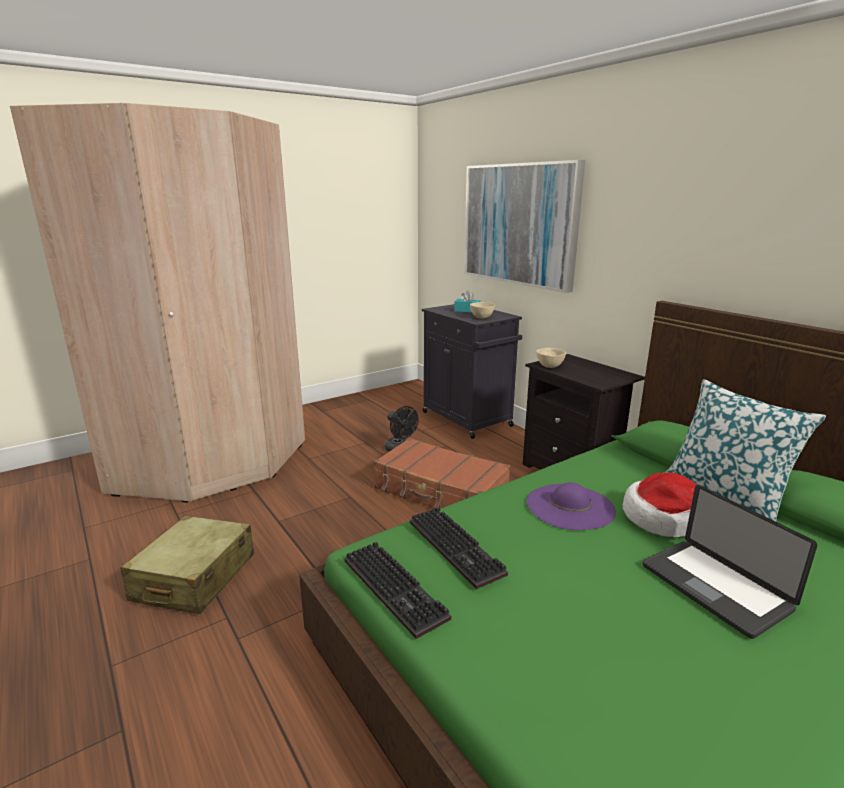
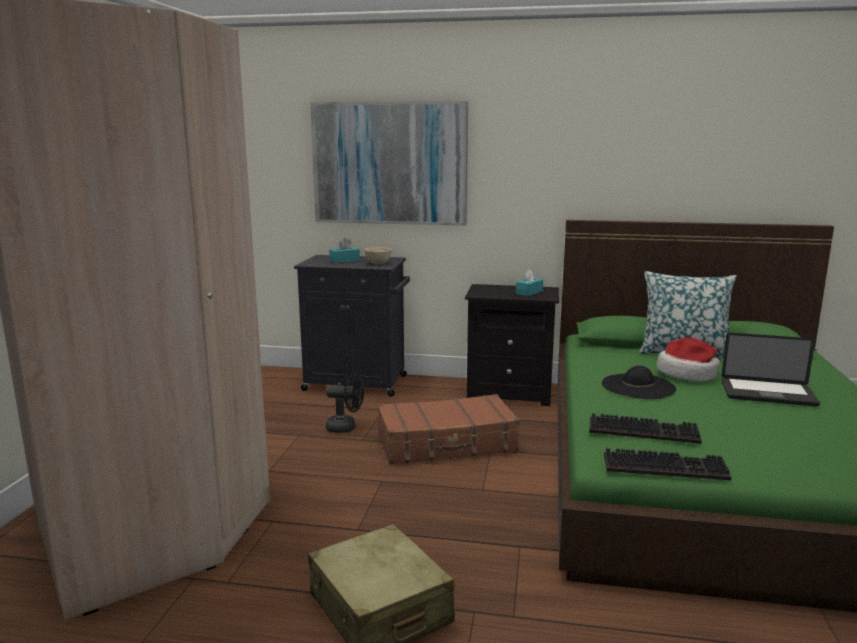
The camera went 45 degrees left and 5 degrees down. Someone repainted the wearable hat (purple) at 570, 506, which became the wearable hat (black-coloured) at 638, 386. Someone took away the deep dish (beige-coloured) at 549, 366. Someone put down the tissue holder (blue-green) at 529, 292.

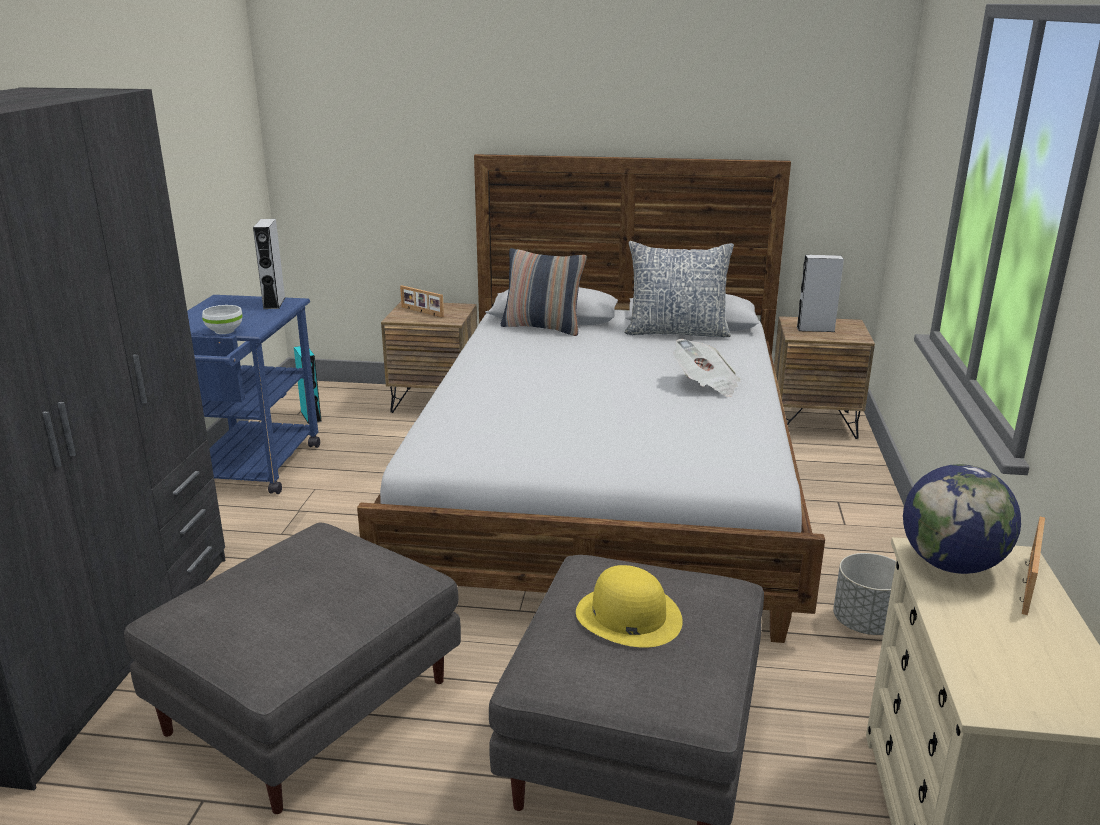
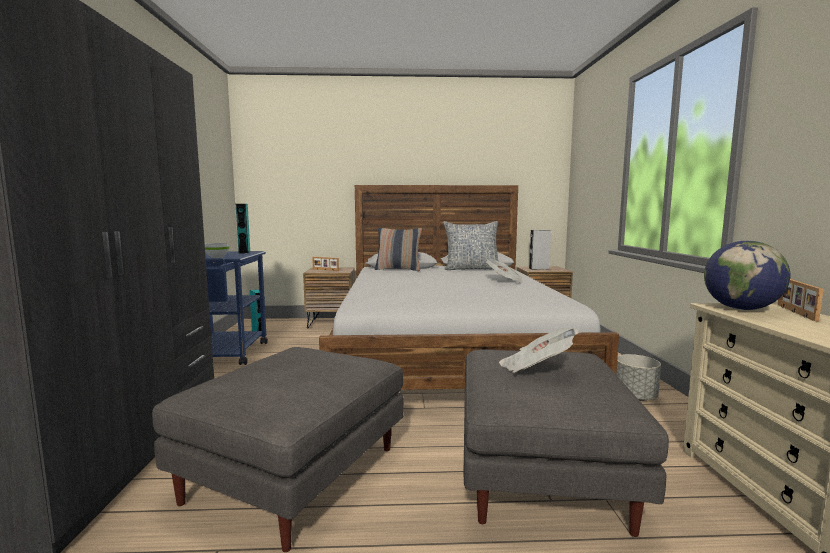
The camera went 10 degrees left and 15 degrees down. Someone repainted the speaker (greyish) at 274, 303, which became the speaker (blue-green) at 244, 252. Someone swapped the wearable hat (yellowish) at 628, 616 for the newspaper at 535, 368.

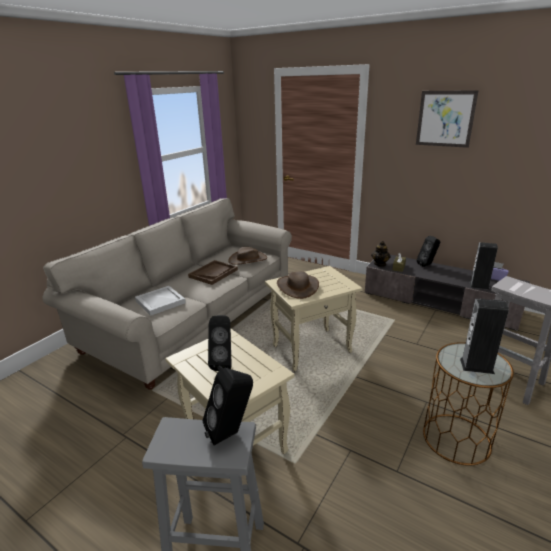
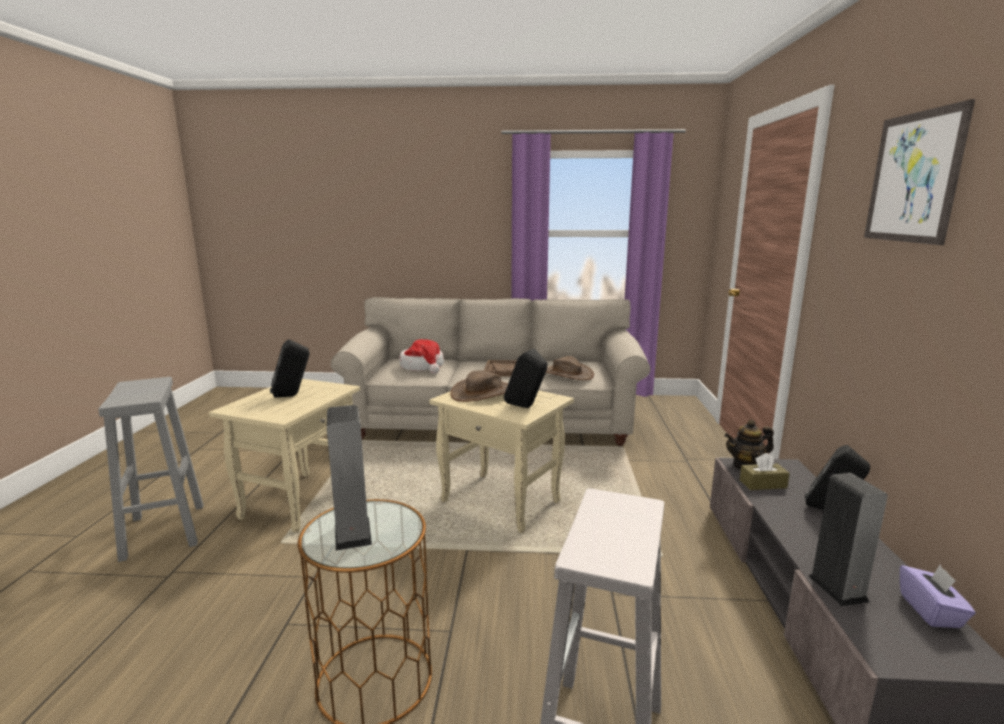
The camera went 60 degrees right and 10 degrees down. Someone swapped the serving tray (whitish) at 160, 301 for the wearable hat at 423, 367. Someone carried the speaker (black-coloured) from 231, 433 to 526, 407.

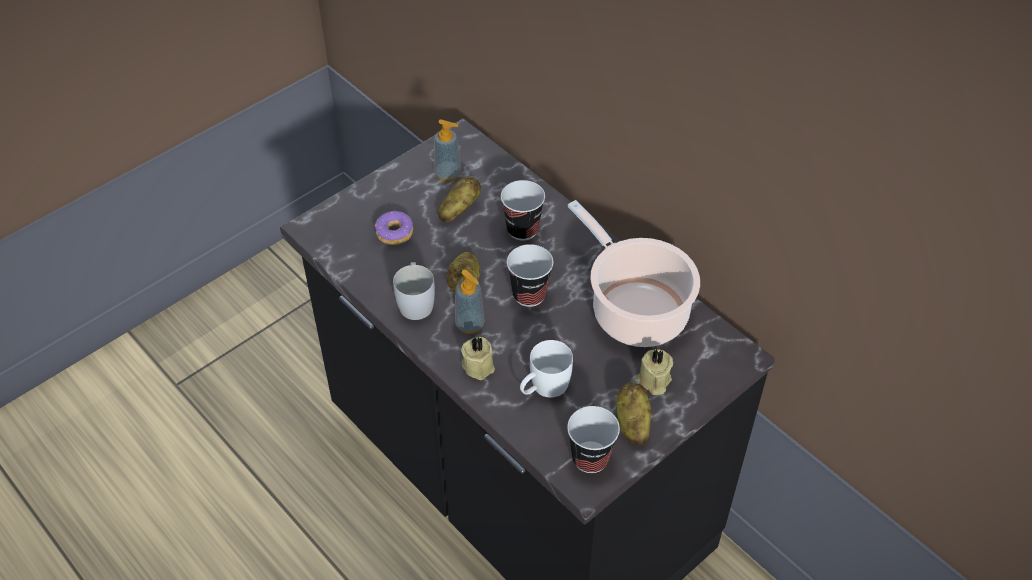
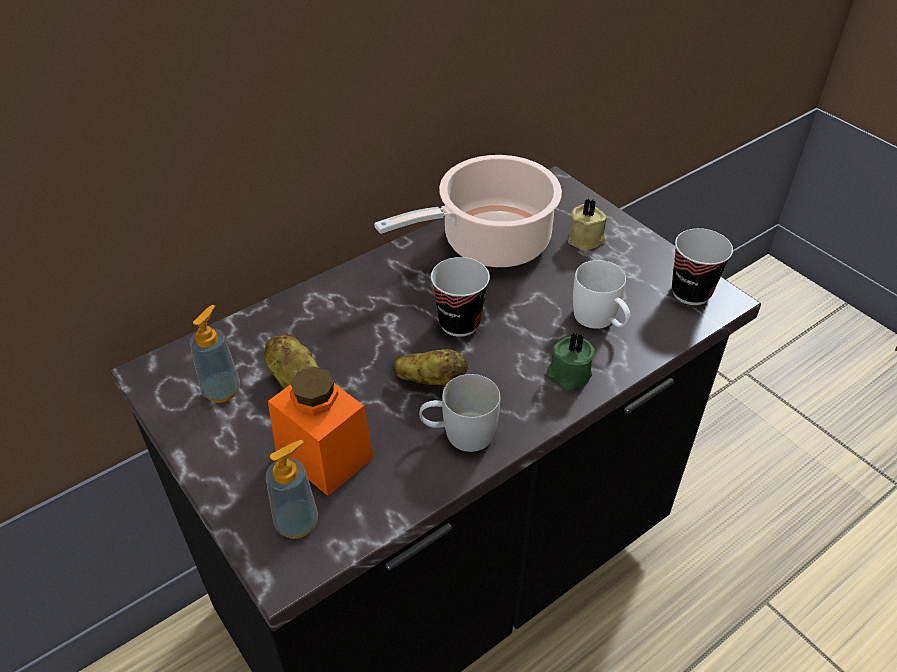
The camera went 85 degrees left and 5 degrees down. Someone swapped the donut at 395, 233 for the preserve jar (orange) at 324, 455. Someone carried the soap bottle from 470, 324 to 297, 523. Someone repainted the candle (beige-coloured) at 479, 365, which became the candle (green) at 568, 374. Someone took away the small cup at 522, 229. Someone took away the spud at 632, 423.

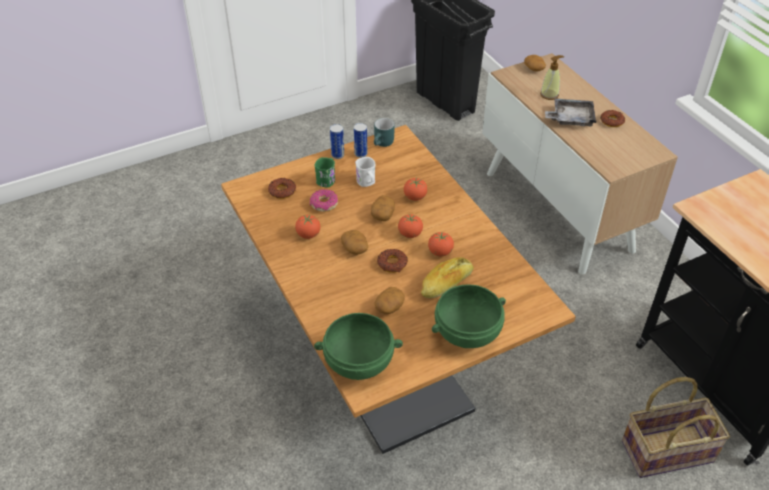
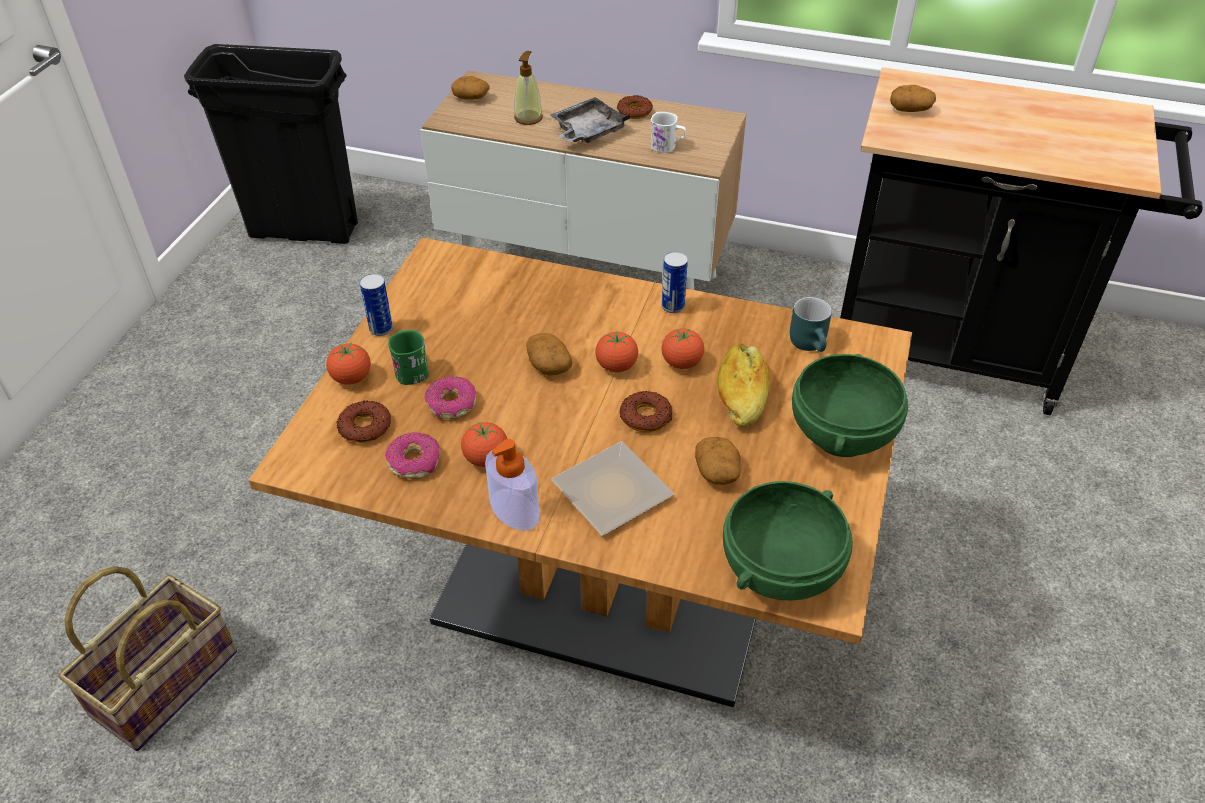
The camera went 45 degrees left and 0 degrees up. Someone carried the spud from 355, 248 to 910, 109. Someone carried the metal can from 361, 154 to 673, 306. Someone carried the coffee mug (whitish) from 367, 183 to 667, 147. Someone carried the coffee mug (blue-green) from 383, 144 to 811, 344. Someone carried the fresh tomato from 415, 197 to 351, 378. Someone carried the household basket from 667, 450 to 164, 681. Someone put down the donut at 414, 461. Someone put down the soap bottle at 514, 510. Someone put down the dinner plate at 613, 488.

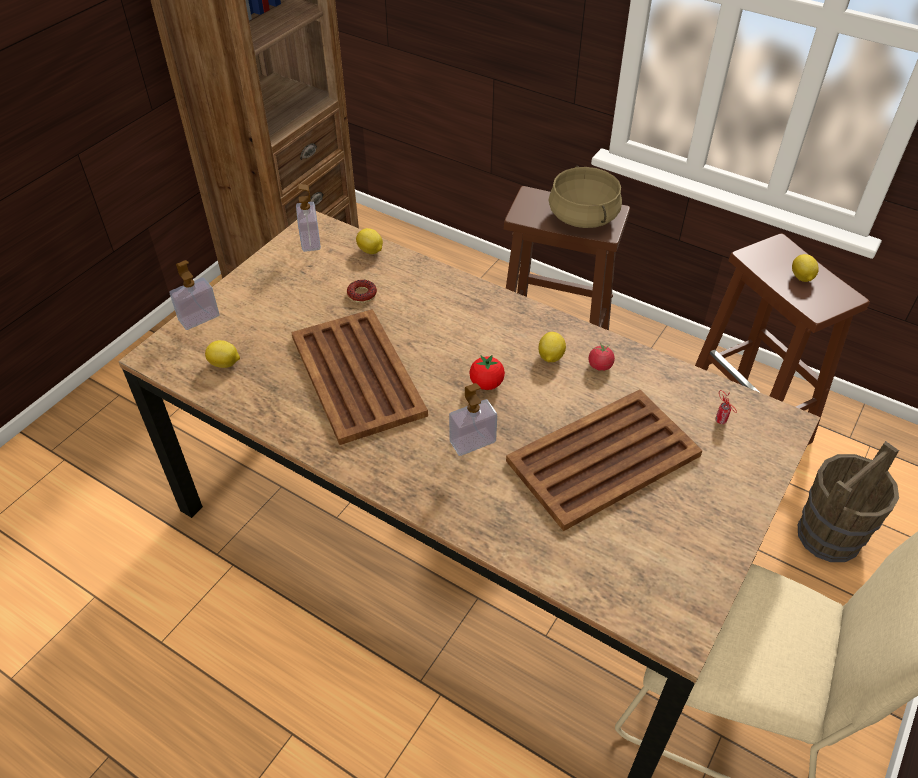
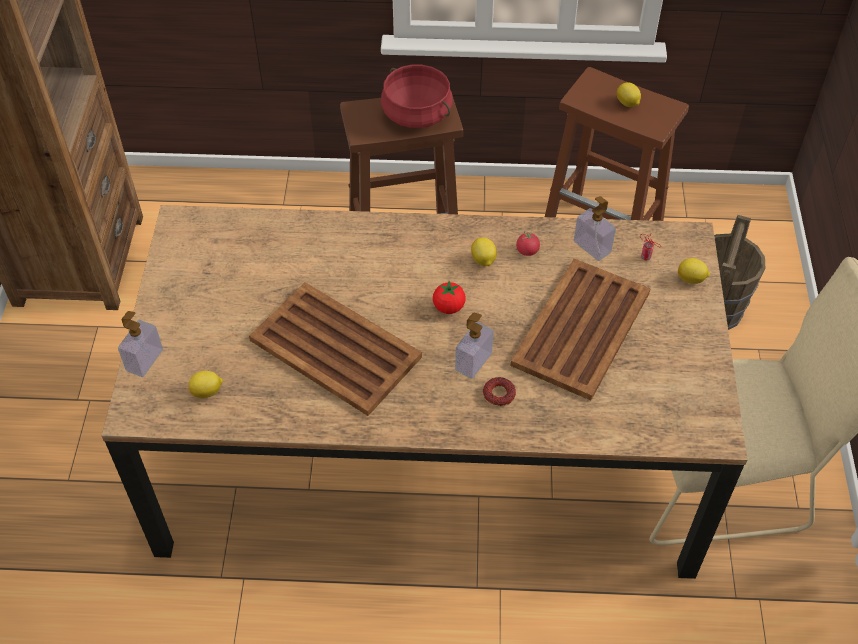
The camera went 30 degrees left and 5 degrees up. Someone carried the soap bottle from 310, 241 to 592, 247. Someone carried the donut from 362, 294 to 499, 394. Someone carried the citrus fruit from 370, 251 to 691, 279. Someone repainted the saucepot (beige-coloured) at 583, 217, which became the saucepot (red-coloured) at 417, 114.

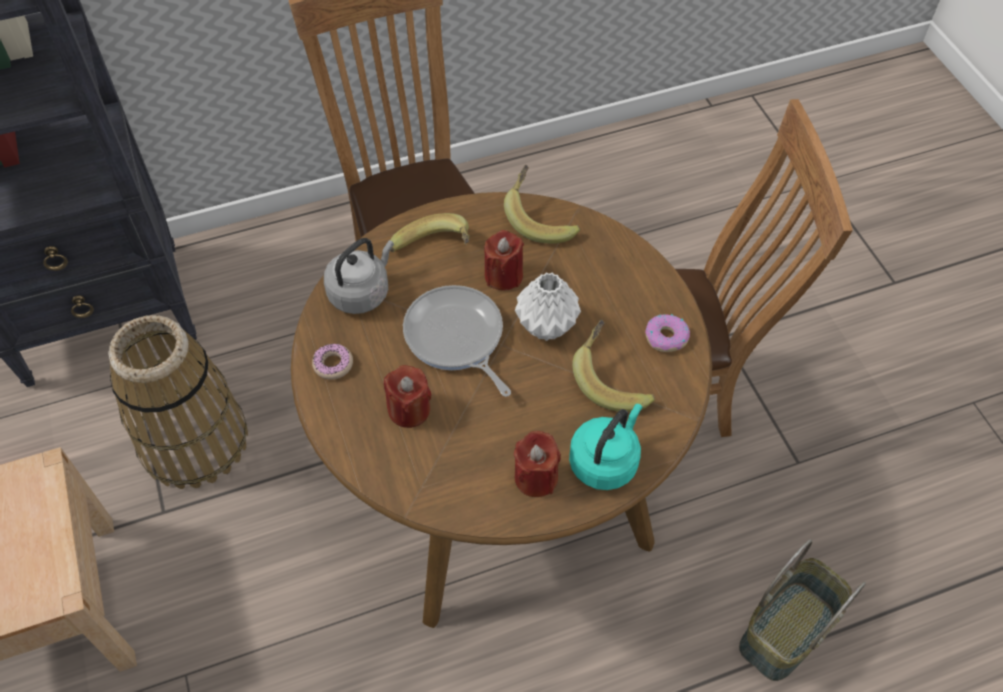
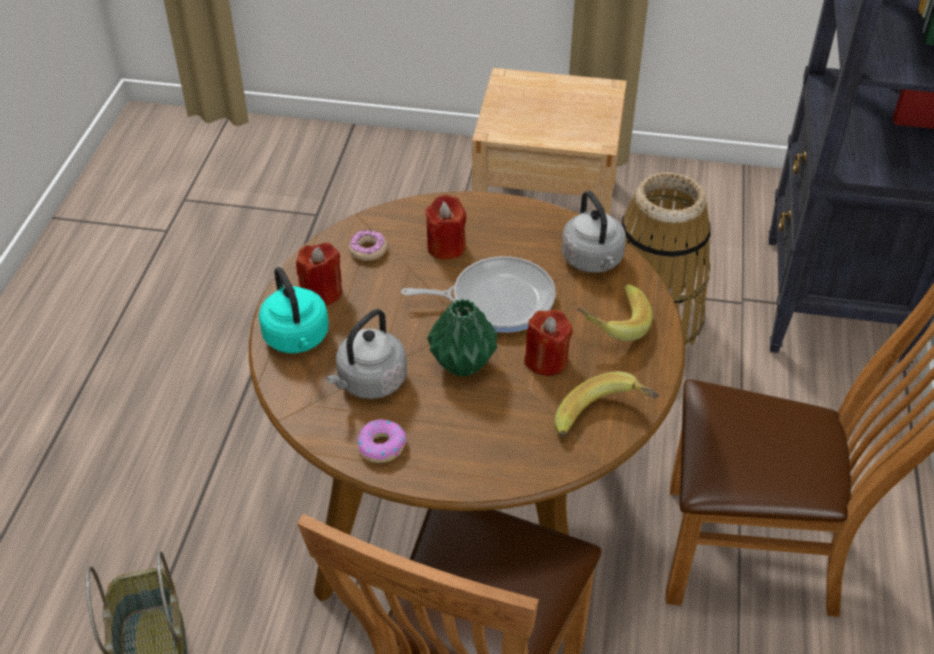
The camera went 120 degrees right and 10 degrees down. Someone carried the donut from 333, 364 to 368, 250. Someone repainted the vase (whitish) at 545, 328, which became the vase (green) at 462, 363. Someone swapped the banana fruit at 612, 379 for the water kettle (greyish) at 369, 382.

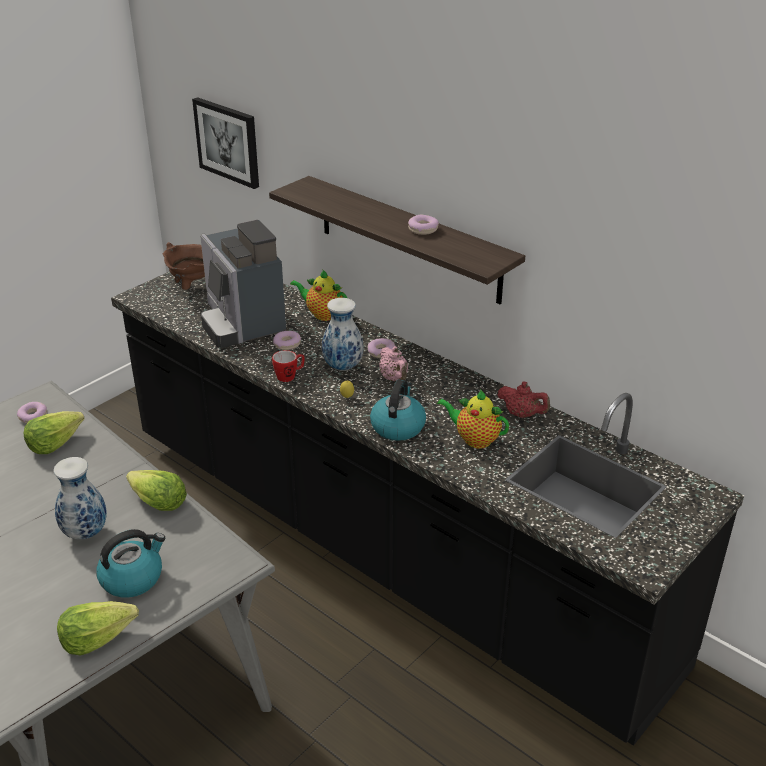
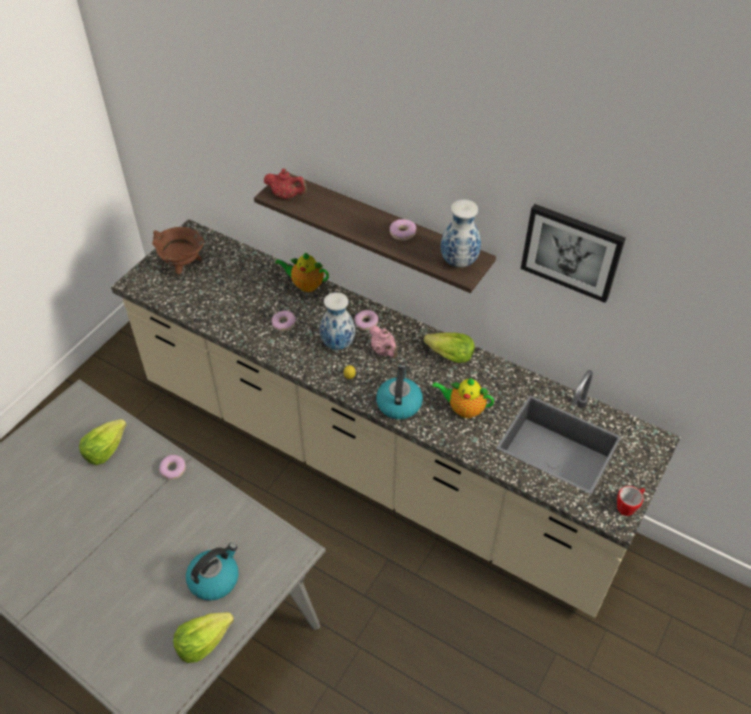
The camera went 10 degrees left and 15 degrees up. Someone carried the donut from 33, 417 to 173, 469. Someone carried the vase from 85, 532 to 458, 262. Someone repainted the counter (black-coloured) at 382, 545, which became the counter (beige-coloured) at 375, 462. Someone carried the head of lettuce from 158, 502 to 449, 356. Someone carried the wall picture from 228, 142 to 572, 251. Someone took away the coffee machine at 242, 323. Someone carried the coffee mug from 289, 376 to 628, 506. Someone carried the pot for tea (red-coloured) from 522, 415 to 286, 196.

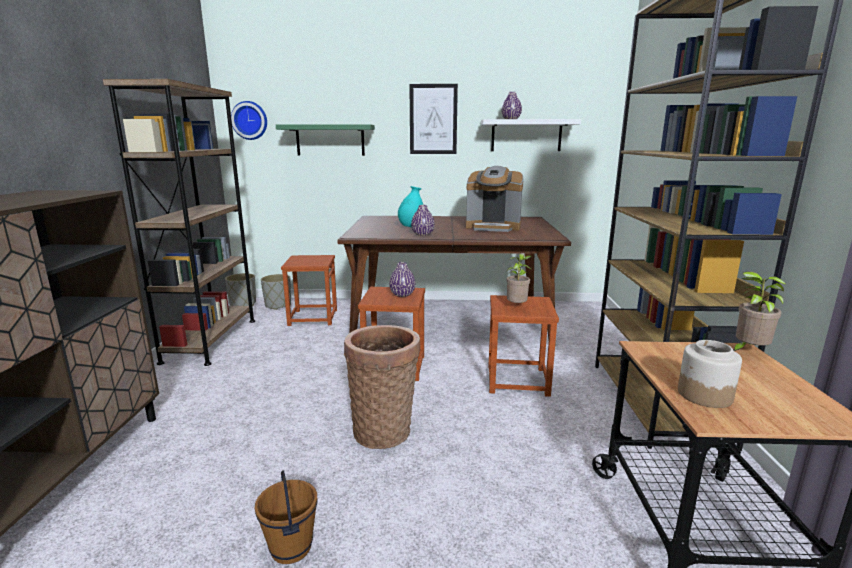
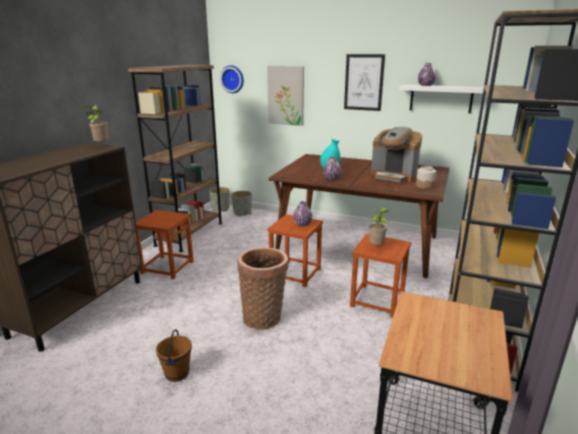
The camera went 20 degrees right and 5 degrees up. Someone swapped the wall shelf (green) at 330, 140 for the wall picture at 286, 95. Someone carried the stool (brownish) from 312, 317 to 167, 267. Someone carried the preserve jar from 704, 395 to 424, 186. Someone carried the plant in a pot from 748, 351 to 101, 146.

